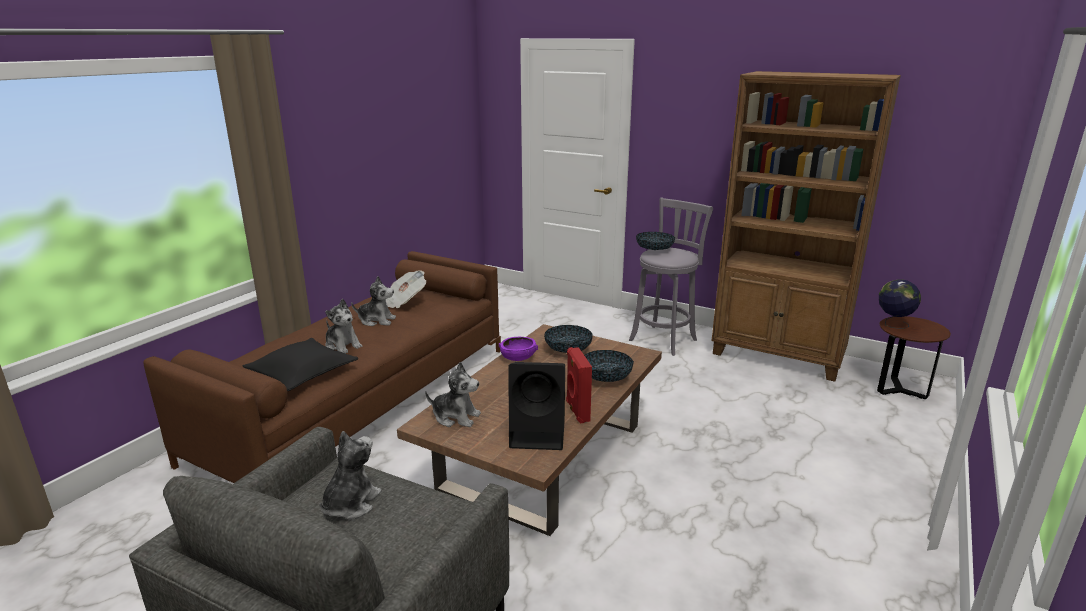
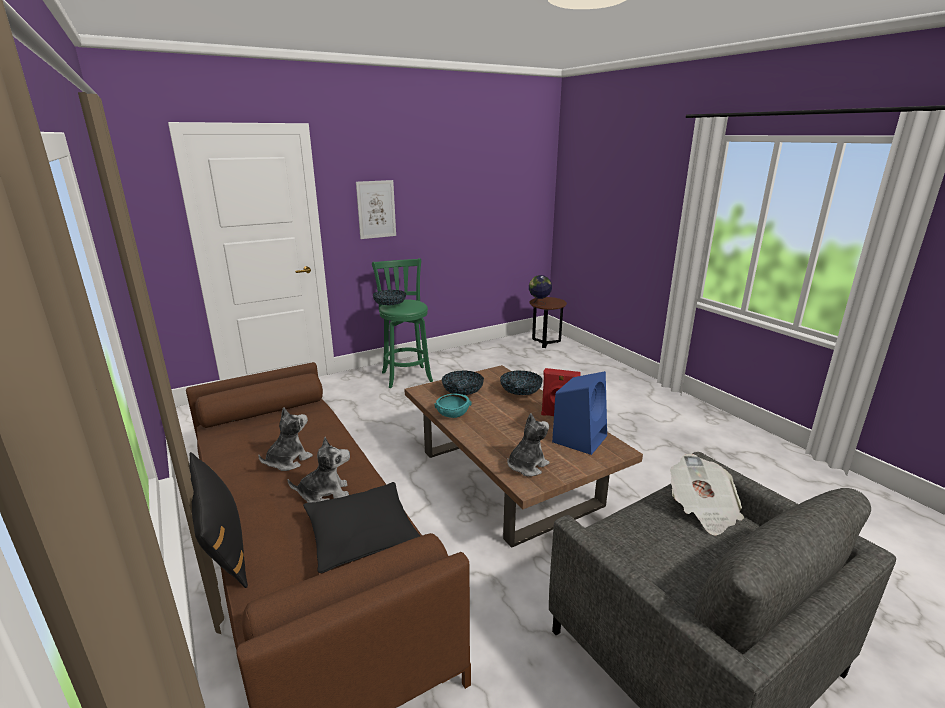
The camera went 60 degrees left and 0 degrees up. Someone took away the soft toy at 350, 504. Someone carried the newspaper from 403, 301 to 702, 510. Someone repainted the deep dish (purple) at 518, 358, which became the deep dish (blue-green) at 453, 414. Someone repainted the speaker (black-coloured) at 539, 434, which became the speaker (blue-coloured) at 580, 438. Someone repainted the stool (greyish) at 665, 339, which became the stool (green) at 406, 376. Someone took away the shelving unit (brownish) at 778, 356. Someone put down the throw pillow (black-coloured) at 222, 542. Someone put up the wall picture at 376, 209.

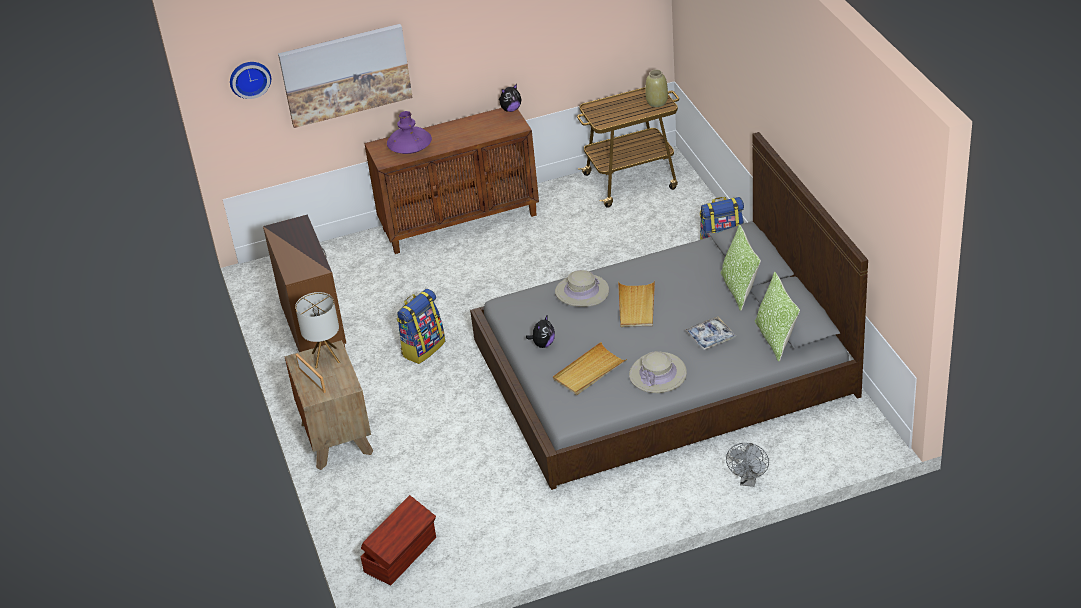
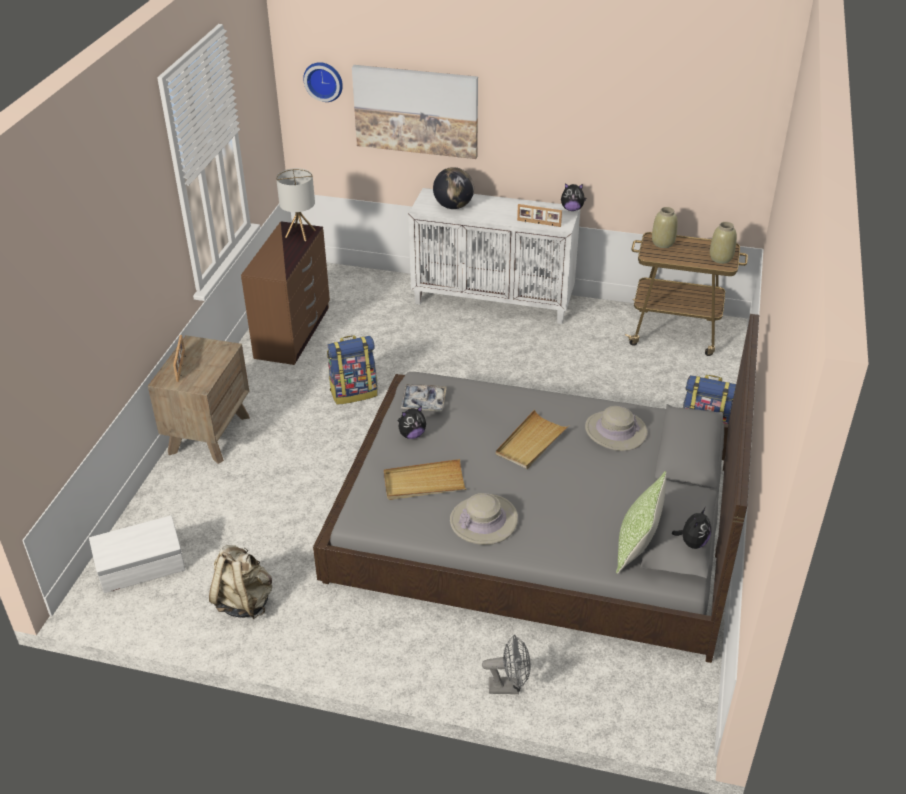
The camera went 30 degrees right and 0 degrees up. Someone carried the tabletop lamp from 325, 357 to 300, 233. Someone repainted the storage container (brownish) at 401, 555, which became the storage container (whitish) at 143, 569. Someone repainted the cupboard (brownish) at 460, 221, which became the cupboard (whitish) at 494, 301. Someone swapped the vase (purple) at 410, 148 for the world globe at 453, 206. Someone carried the wearable hat (beige-coloured) from 582, 292 to 615, 431. Someone carried the serving tray from 710, 337 to 423, 402. Someone took away the throw pillow at 739, 290. Someone rotated the fan (greyish) at 748, 481 by 135 degrees counterclockwise. Someone put down the backpack (beige-coloured) at 244, 601. Someone put down the photo frame at 538, 223. Someone put down the vase (beige-coloured) at 662, 243. Someone put down the soft toy at 692, 542.

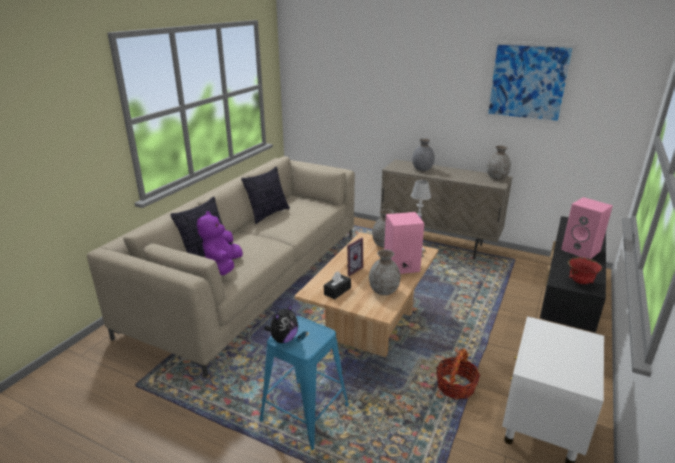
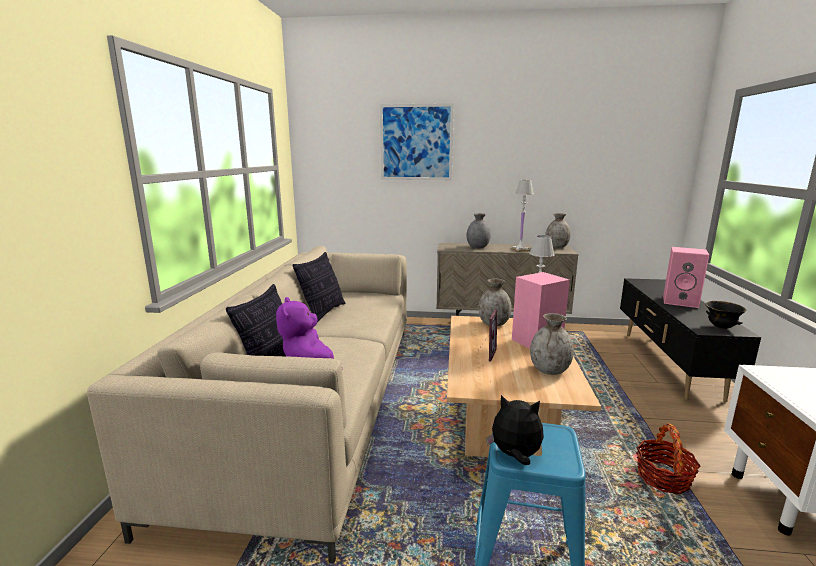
The camera went 20 degrees left and 10 degrees down. Someone rotated the soft toy at 283, 339 by 90 degrees counterclockwise. Someone took away the tissue holder (black-coloured) at 337, 291. Someone carried the wall picture from 528, 82 to 416, 142. Someone repainted the deep dish (red-coloured) at 580, 282, which became the deep dish (black-coloured) at 720, 327. Someone put down the tabletop lamp (whitish) at 520, 250.

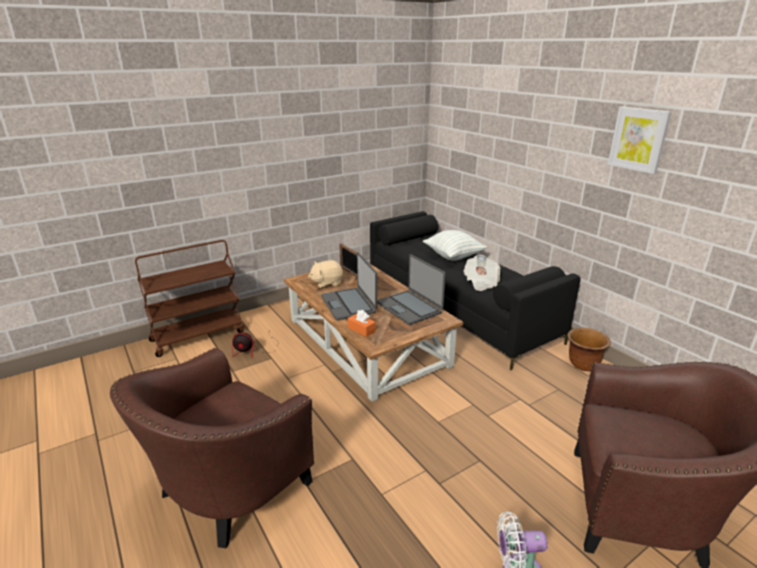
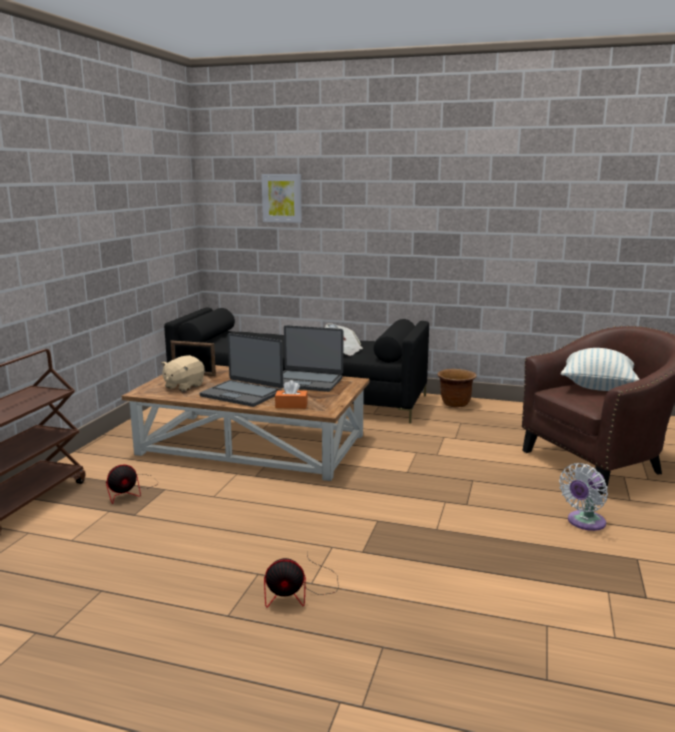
The camera went 40 degrees left and 10 degrees down. Someone swapped the armchair (brownish) at 226, 491 for the fan at 299, 591. Someone carried the throw pillow from 453, 256 to 597, 387. Someone carried the wall picture from 638, 139 to 282, 198.

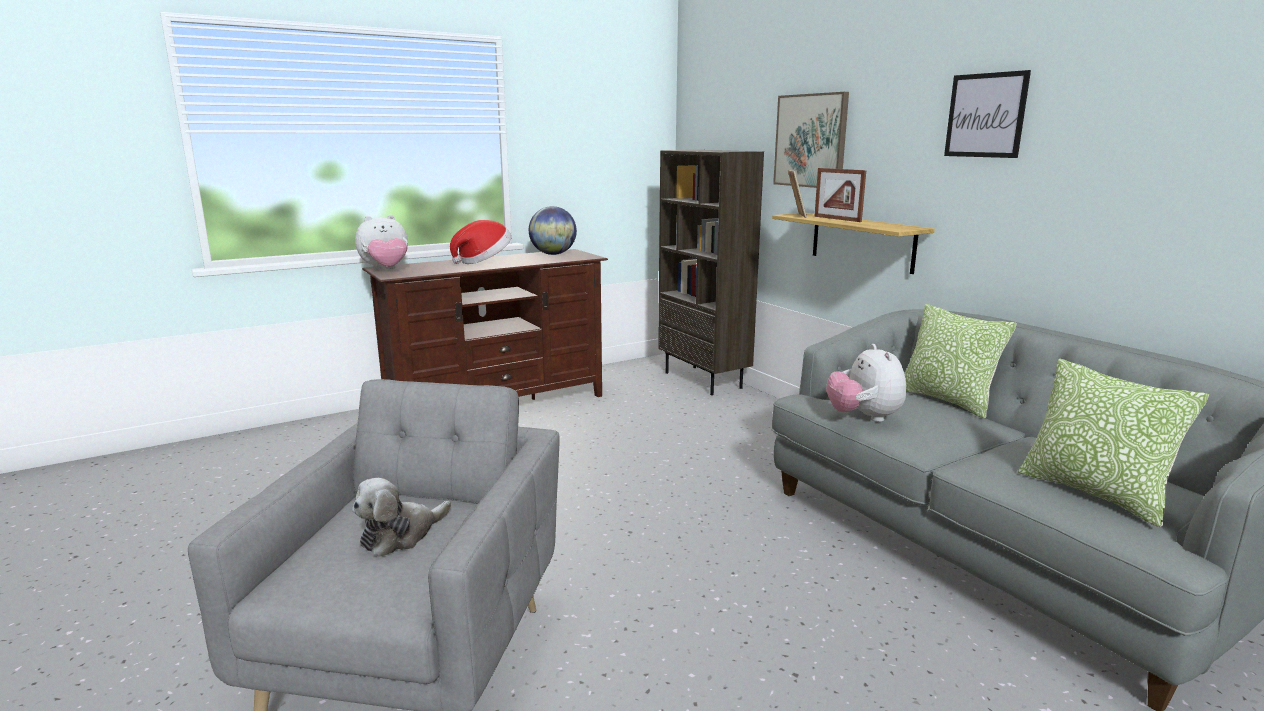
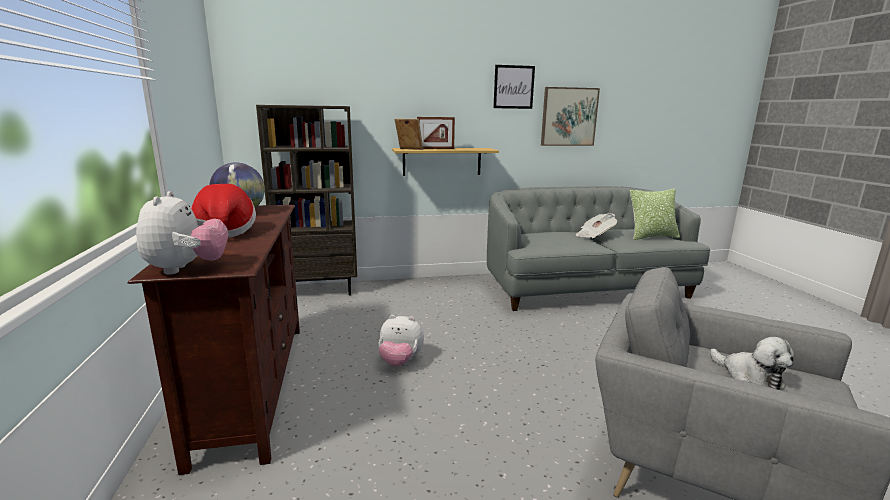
The camera went 70 degrees left and 0 degrees up. Someone carried the wall picture from 811, 141 to 569, 117. Someone carried the soft toy from 864, 417 to 400, 361. Someone took away the throw pillow at 947, 400. Someone put down the newspaper at 594, 235.

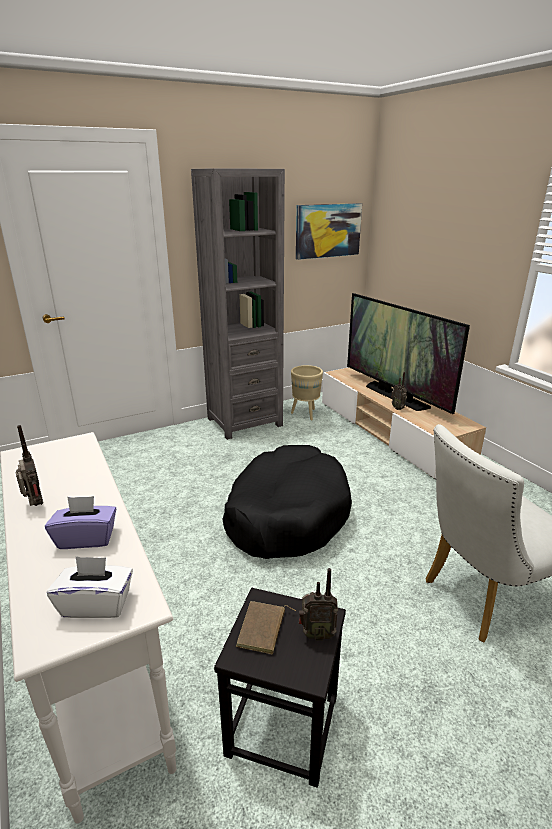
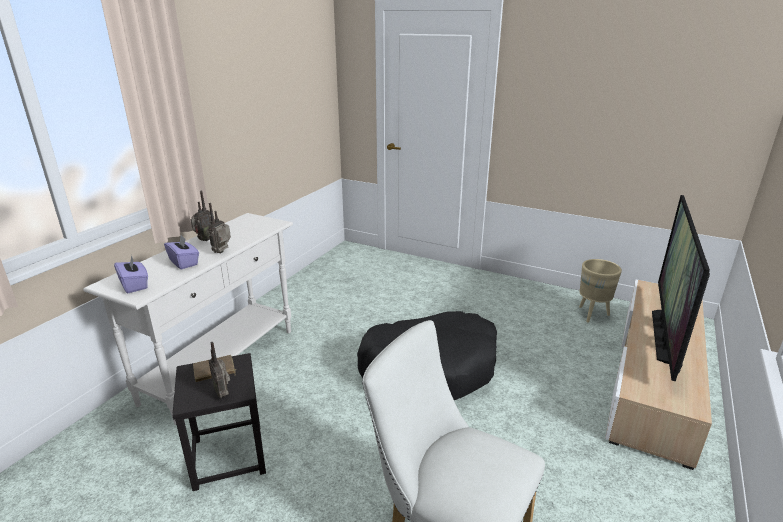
The camera went 55 degrees right and 0 degrees up. Someone repainted the tissue holder (whitish) at 96, 604, which became the tissue holder (purple) at 134, 285. Someone took away the shelving unit (greyish) at 244, 422. Someone took away the wall picture at 328, 230. Someone carried the radio set from 398, 408 to 223, 252.

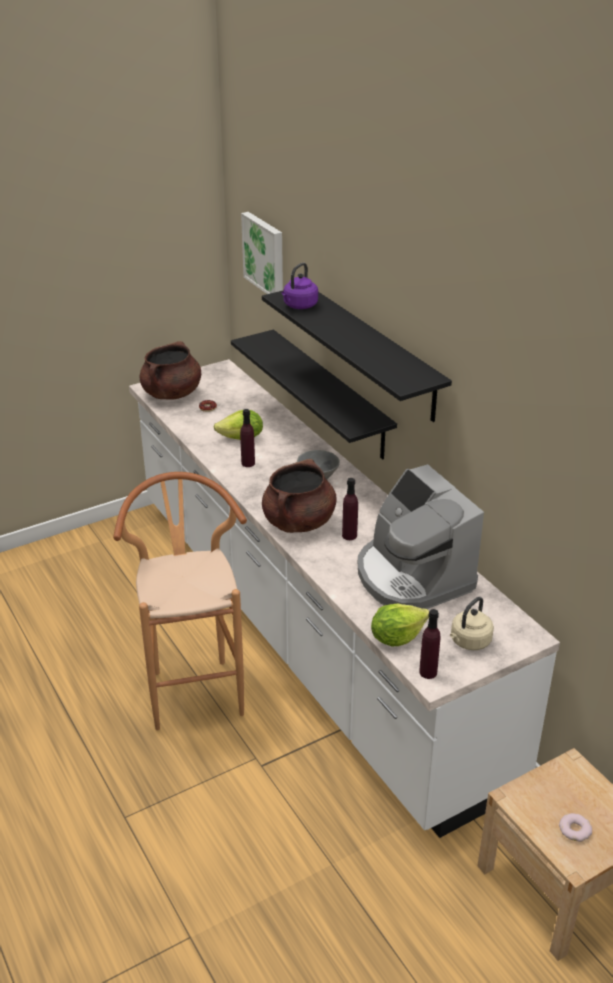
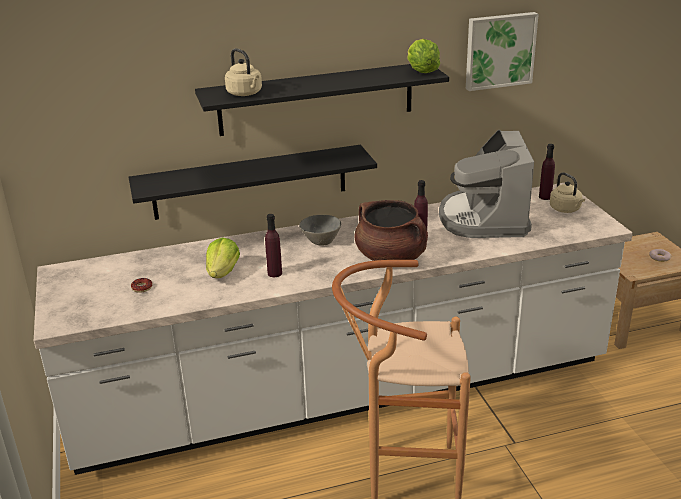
The camera went 75 degrees left and 5 degrees down. Someone took away the saucepot (brownish) at 172, 394. Someone carried the wall picture from 265, 254 to 499, 50. Someone repainted the water kettle (purple) at 299, 306, which became the water kettle (beige-coloured) at 245, 94. Someone rotated the coffee machine at 412, 576 by 105 degrees clockwise. Someone carried the head of lettuce from 396, 637 to 421, 72. Someone carried the beverage bottle (purple) from 428, 672 to 545, 197.

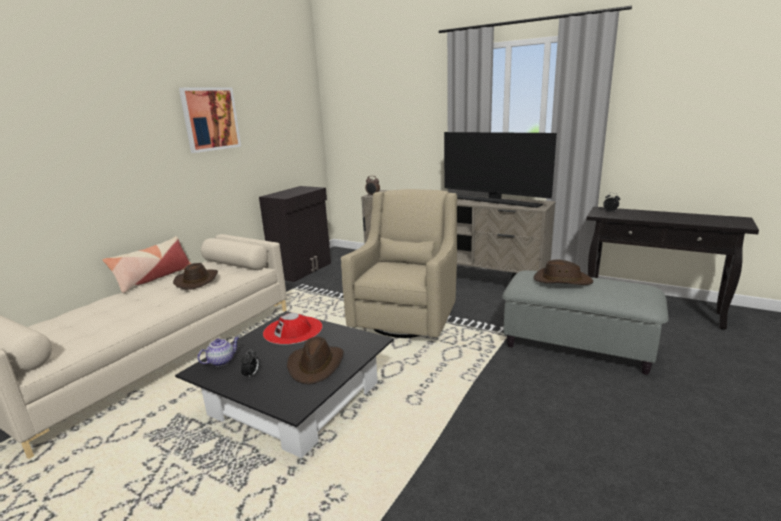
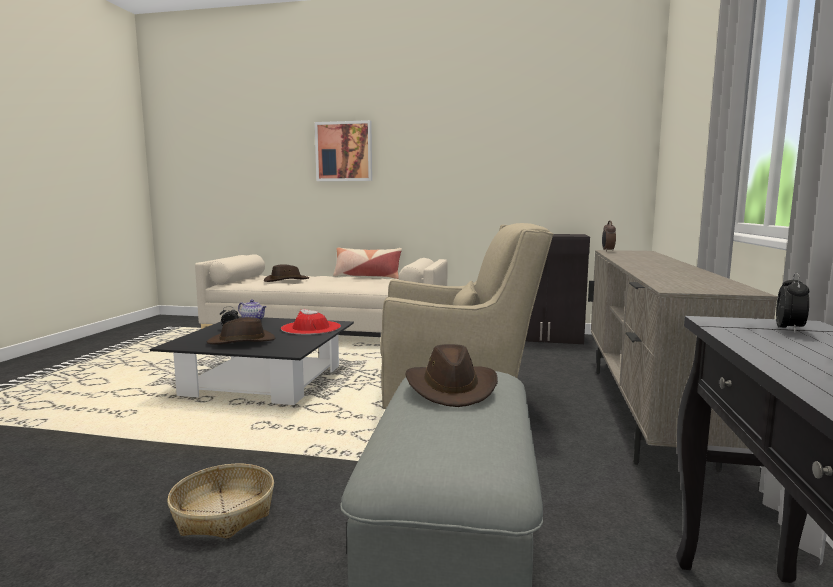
The camera went 70 degrees right and 10 degrees down. Someone carried the wearable hat (brownish) from 197, 280 to 286, 280. Someone carried the wall picture from 210, 119 to 344, 151. Someone took away the TV set at 495, 201. Someone put down the household basket at 224, 513.

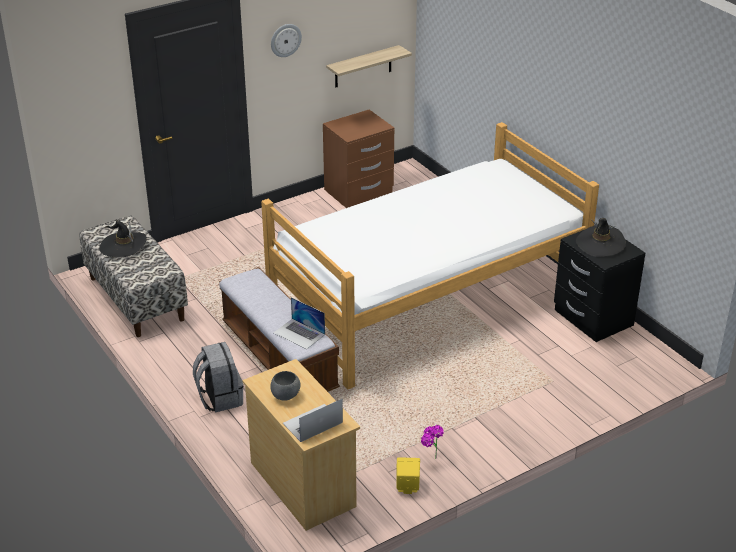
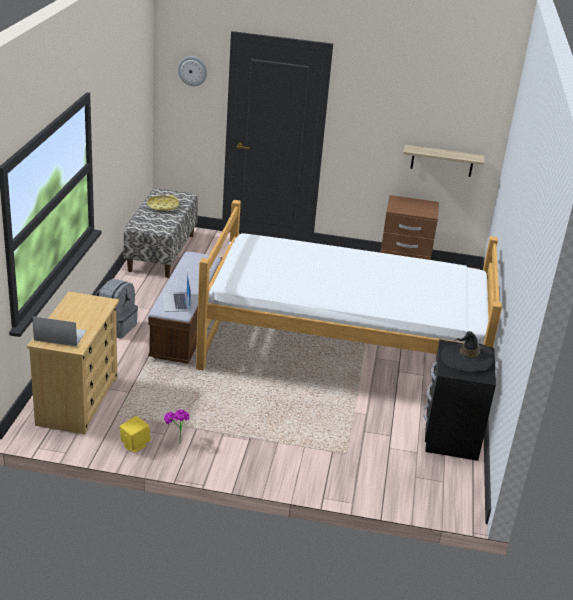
The camera went 40 degrees right and 5 degrees down. Someone swapped the wearable hat (black-coloured) at 123, 246 for the serving tray (yellowish) at 163, 206. Someone took away the deep dish (greyish) at 286, 395. Someone carried the hanging clock from 285, 40 to 192, 71.

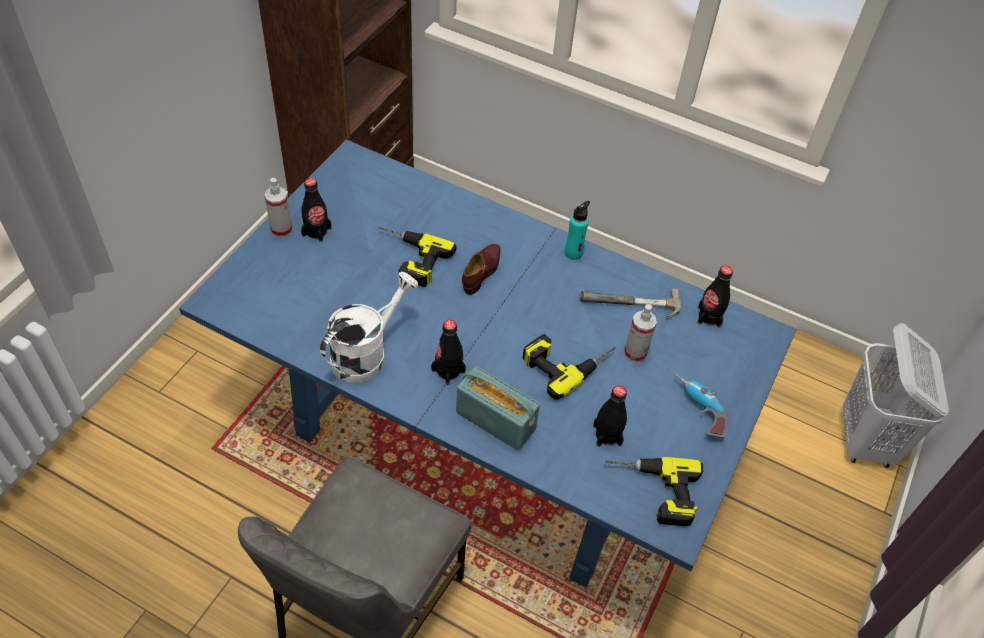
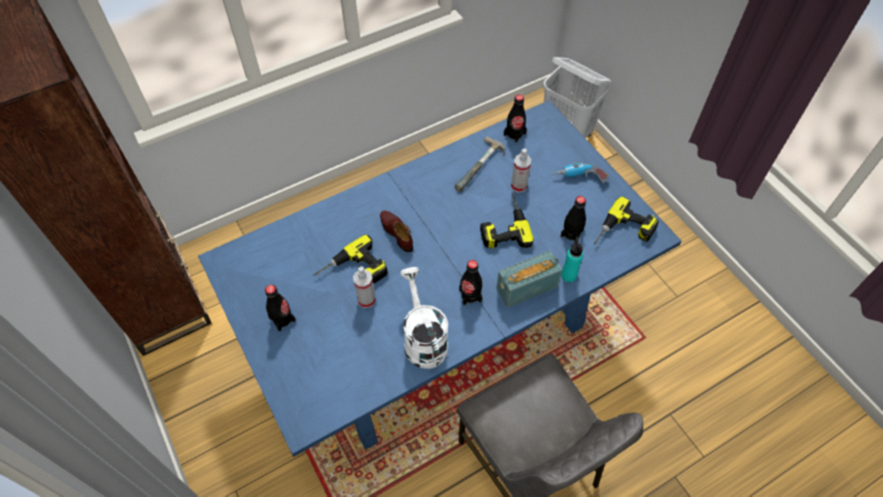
The camera went 55 degrees left and 5 degrees up. Someone carried the hand sprayer from 281, 229 to 366, 300. Someone carried the beverage bottle (blue-green) from 573, 253 to 568, 275.

